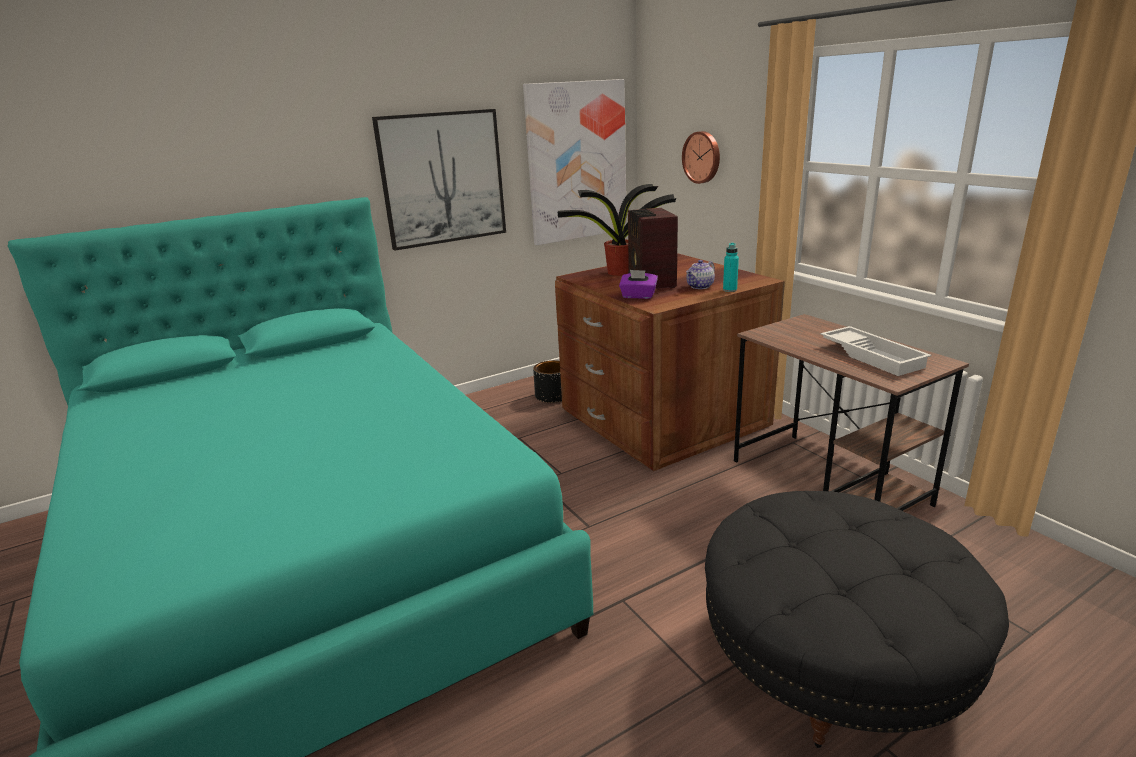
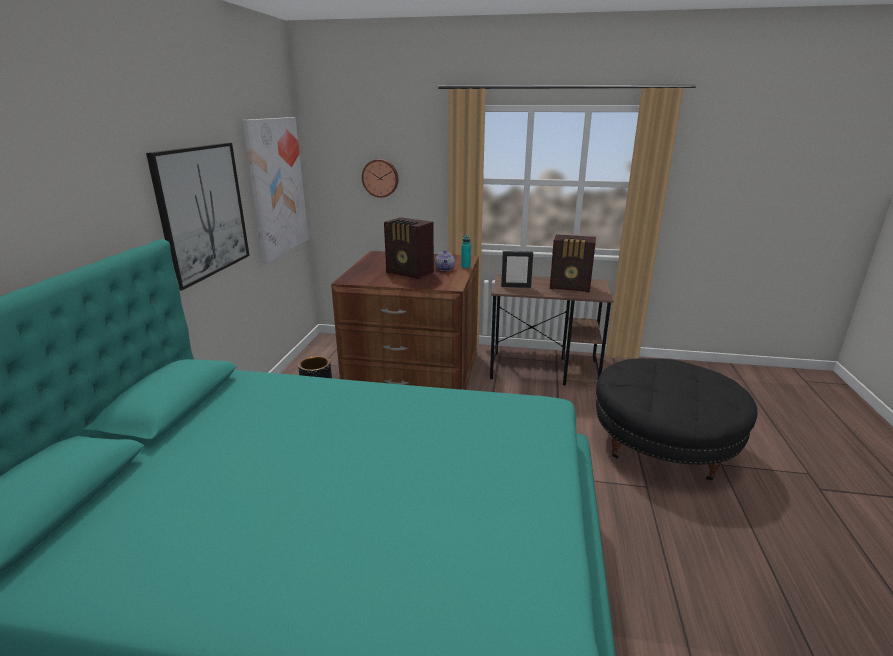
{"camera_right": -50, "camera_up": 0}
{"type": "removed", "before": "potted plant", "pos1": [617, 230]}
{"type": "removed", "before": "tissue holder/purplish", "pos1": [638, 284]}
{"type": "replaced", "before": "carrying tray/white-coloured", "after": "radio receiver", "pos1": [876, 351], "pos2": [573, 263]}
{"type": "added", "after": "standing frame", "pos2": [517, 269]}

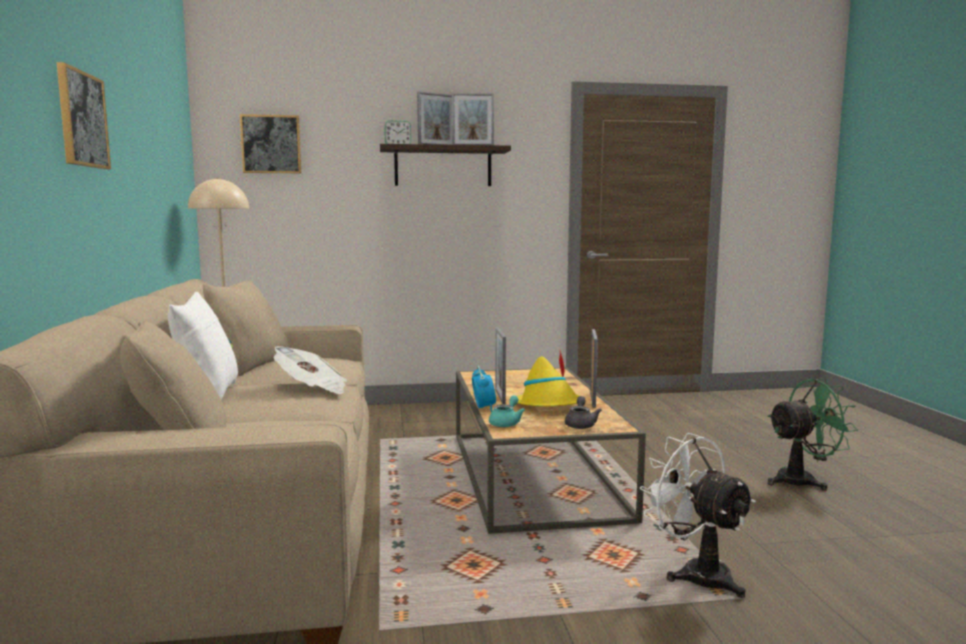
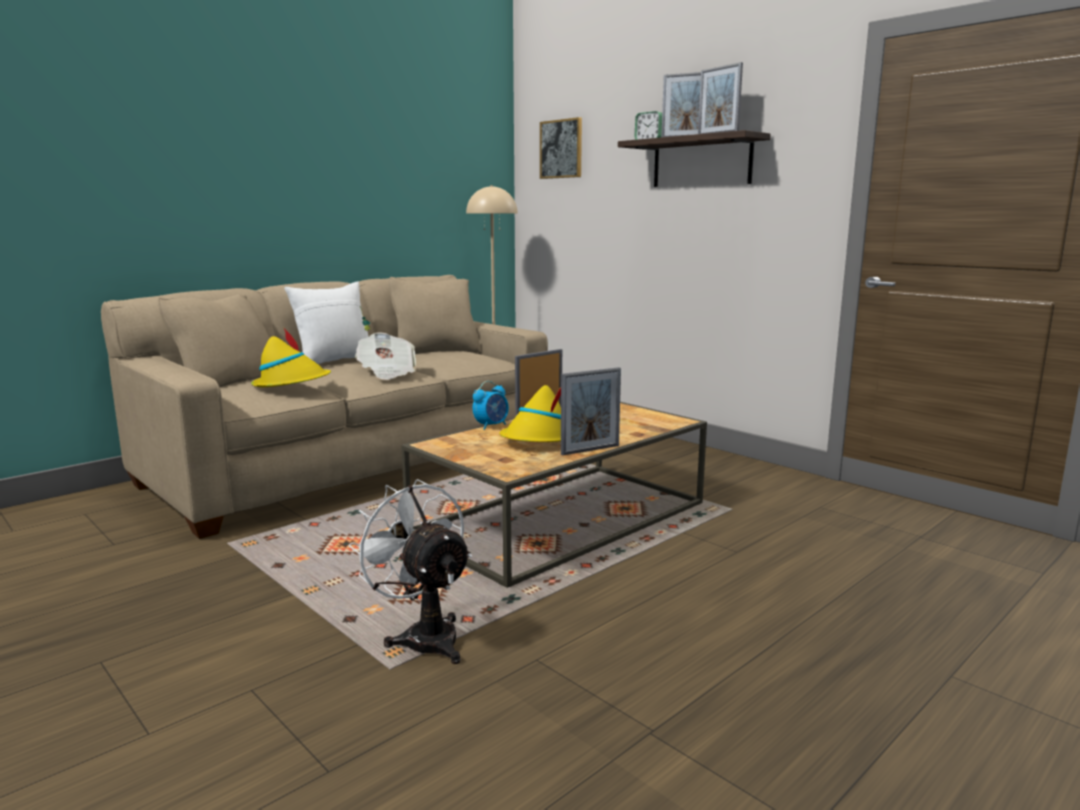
{"camera_right": 55, "camera_up": 5}
{"type": "removed", "before": "wall picture", "pos1": [84, 115]}
{"type": "removed", "before": "tea pot/turquoise", "pos1": [507, 411]}
{"type": "removed", "before": "tea pot/greyish", "pos1": [583, 412]}
{"type": "turned", "before": "cooling fan/white-coloured", "pos1": [698, 515], "pos2": [410, 571], "turn": -60}
{"type": "removed", "before": "cooling fan/green", "pos1": [813, 435]}
{"type": "added", "after": "clothing hat/yellow-coloured", "pos2": [291, 357]}

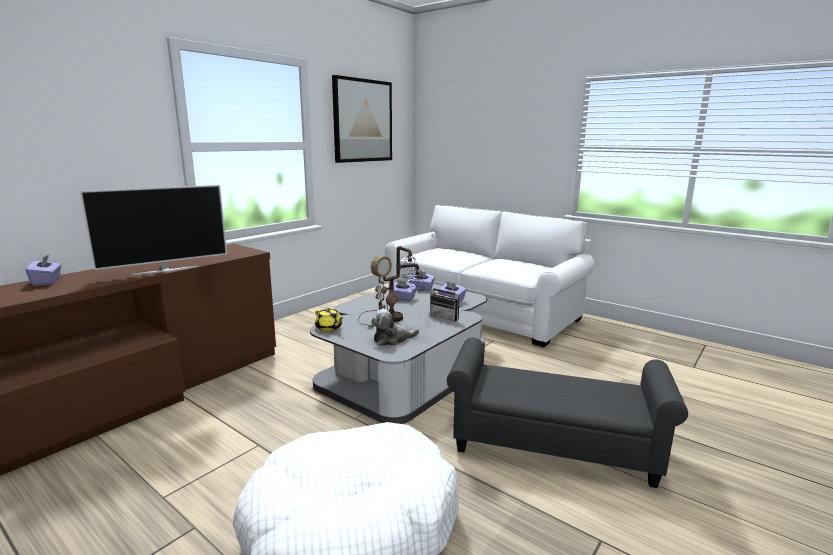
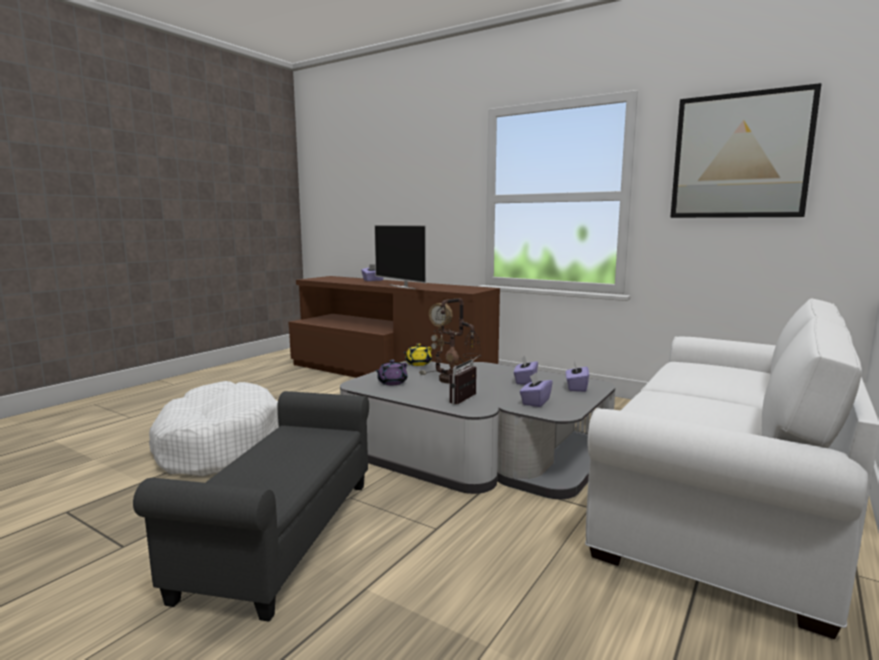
{"camera_right": 85, "camera_up": -5}
{"type": "replaced", "before": "soft toy", "after": "tea pot/purplish", "pos1": [395, 327], "pos2": [391, 372]}

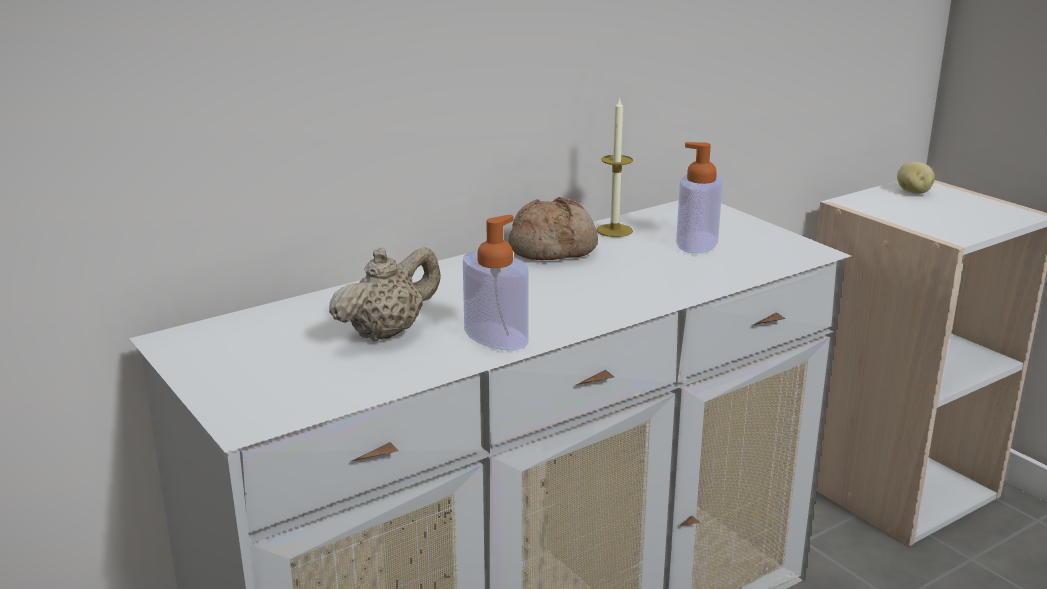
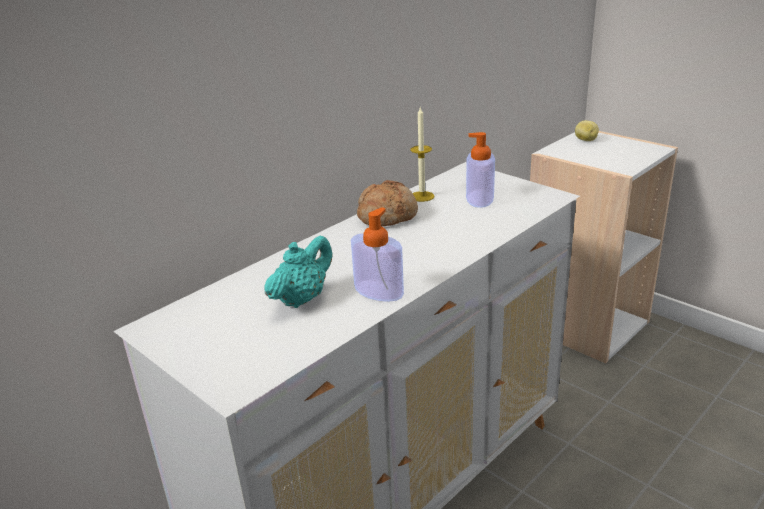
{"camera_right": -10, "camera_up": 5}
{"type": "recoloured", "before": "tea pot/beige-coloured", "after": "tea pot/turquoise", "pos1": [385, 294], "pos2": [298, 272]}

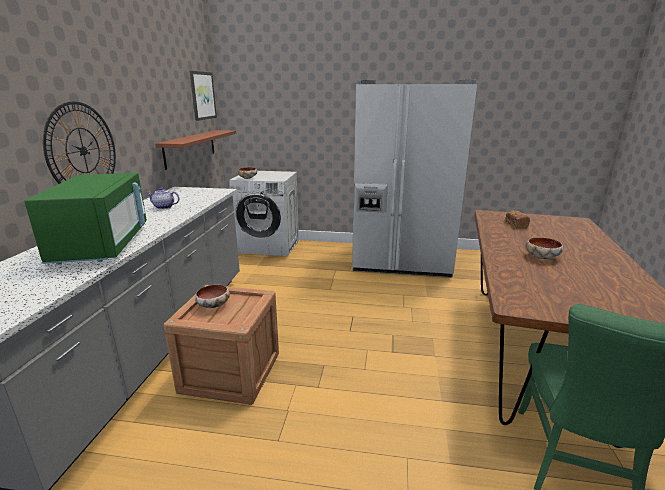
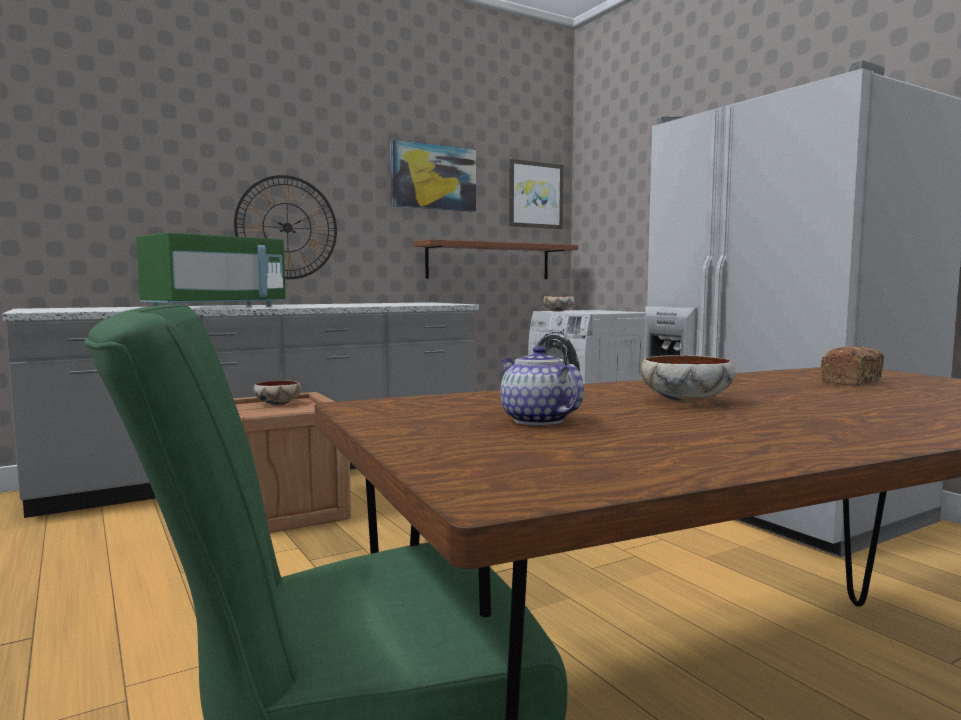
{"camera_right": 50, "camera_up": -15}
{"type": "moved", "before": "tea pot", "pos1": [162, 198], "pos2": [542, 386]}
{"type": "added", "after": "wall picture", "pos2": [433, 175]}

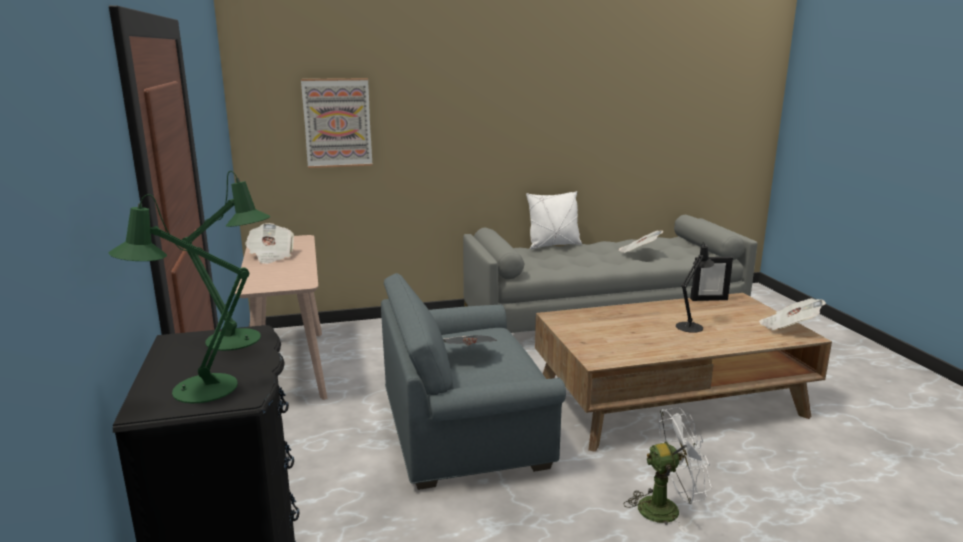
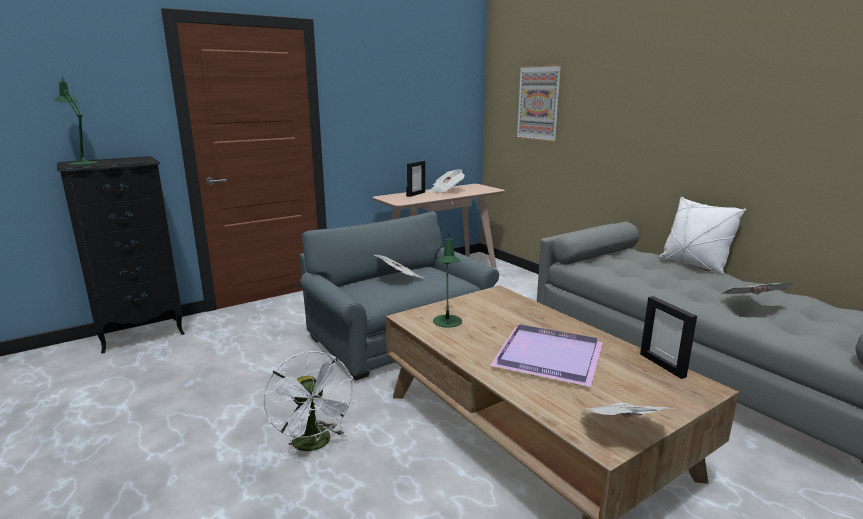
{"camera_right": 70, "camera_up": 0}
{"type": "moved", "before": "table lamp/green", "pos1": [226, 261], "pos2": [447, 282]}
{"type": "replaced", "before": "table lamp/blackish", "after": "carrying tray/purplish", "pos1": [695, 287], "pos2": [546, 355]}
{"type": "added", "after": "standing frame", "pos2": [415, 178]}

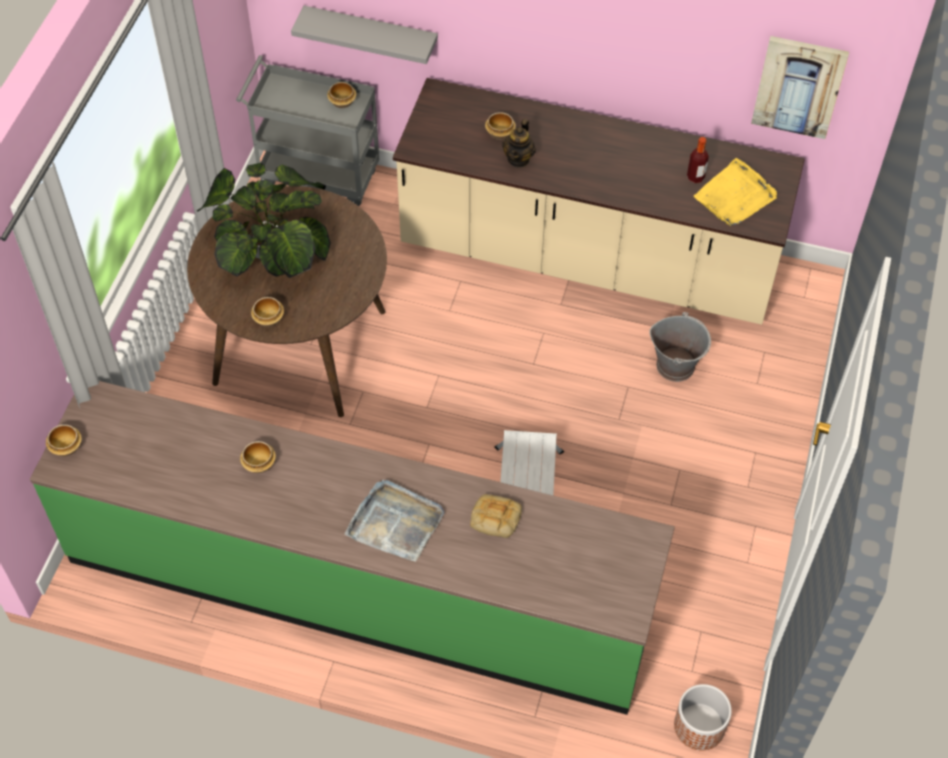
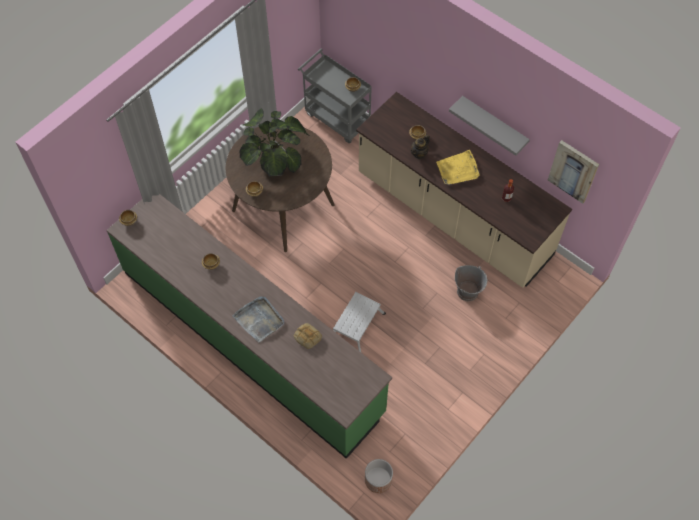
{"camera_right": 25, "camera_up": 5}
{"type": "moved", "before": "wall shelf/greyish", "pos1": [364, 35], "pos2": [489, 126]}
{"type": "moved", "before": "carrying tray/yellow-coloured", "pos1": [735, 192], "pos2": [458, 167]}

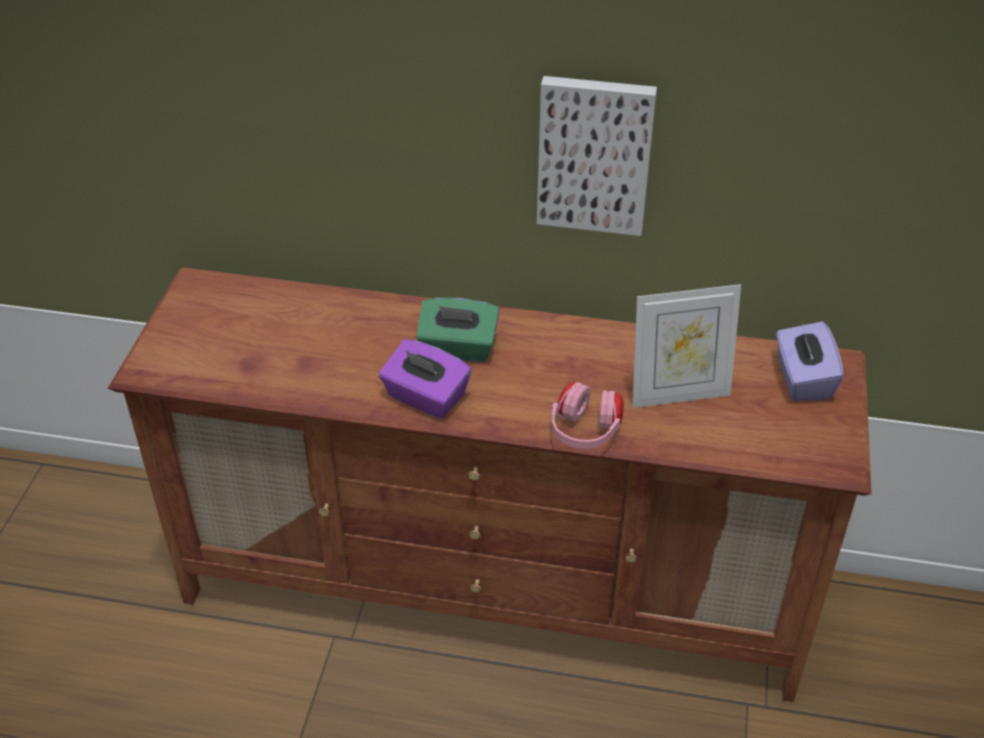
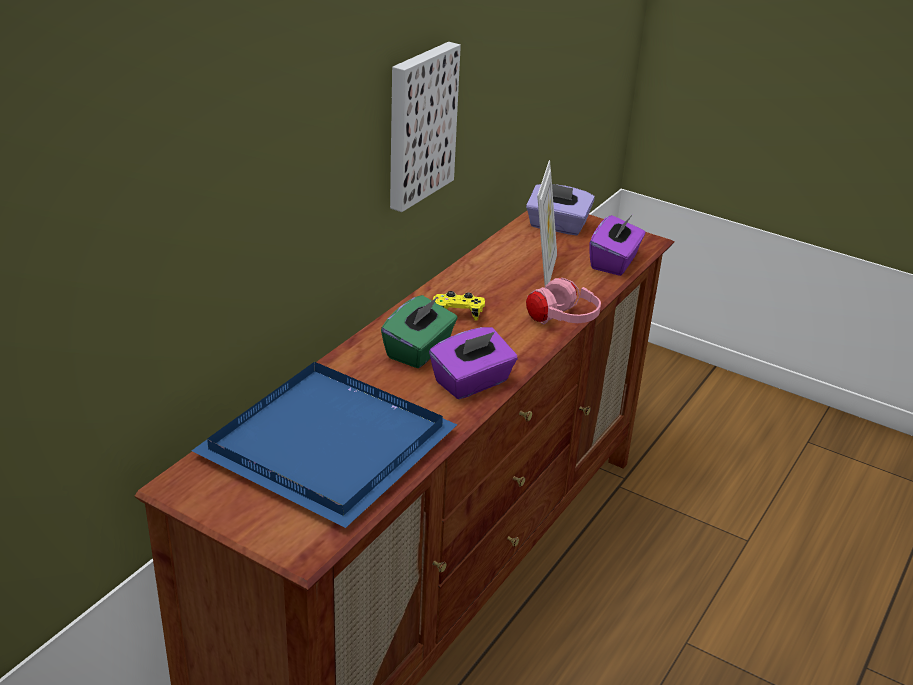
{"camera_right": -70, "camera_up": -10}
{"type": "added", "after": "carrying tray/blue", "pos2": [324, 445]}
{"type": "added", "after": "game controller/yellow-coloured", "pos2": [459, 305]}
{"type": "added", "after": "tissue holder/purplish", "pos2": [617, 245]}

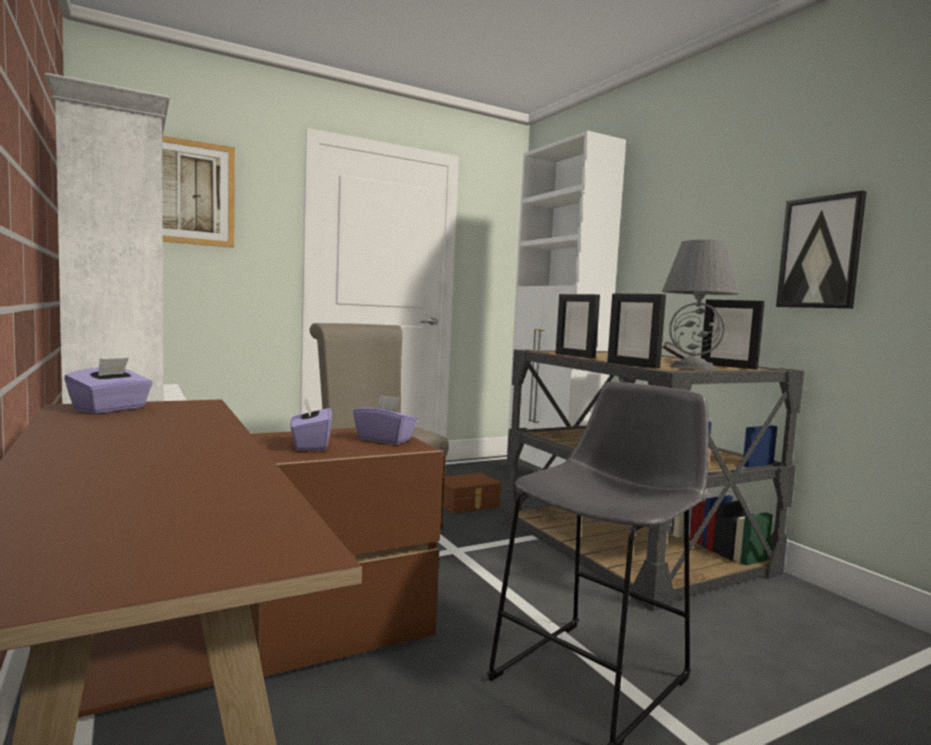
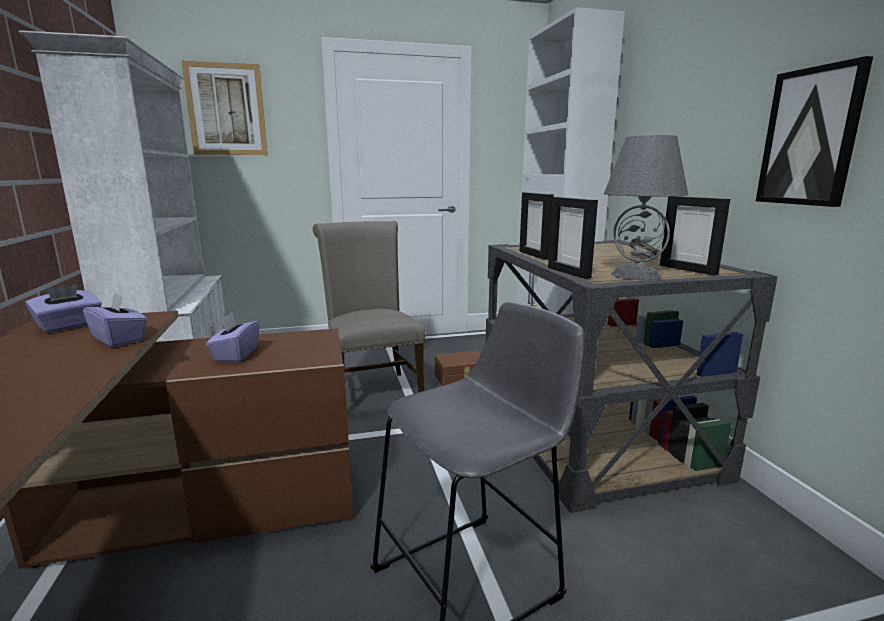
{"camera_right": 15, "camera_up": 10}
{"type": "moved", "before": "tissue holder/purplish", "pos1": [385, 419], "pos2": [115, 320]}

